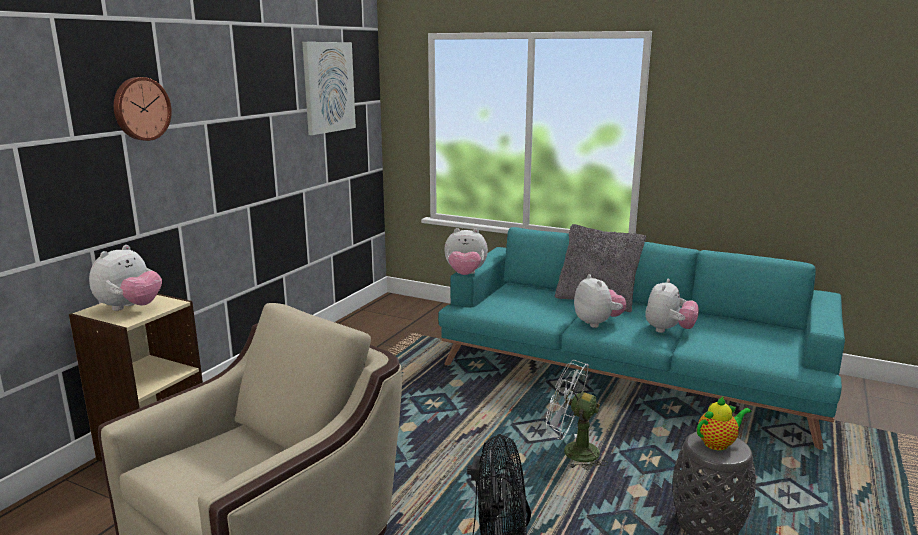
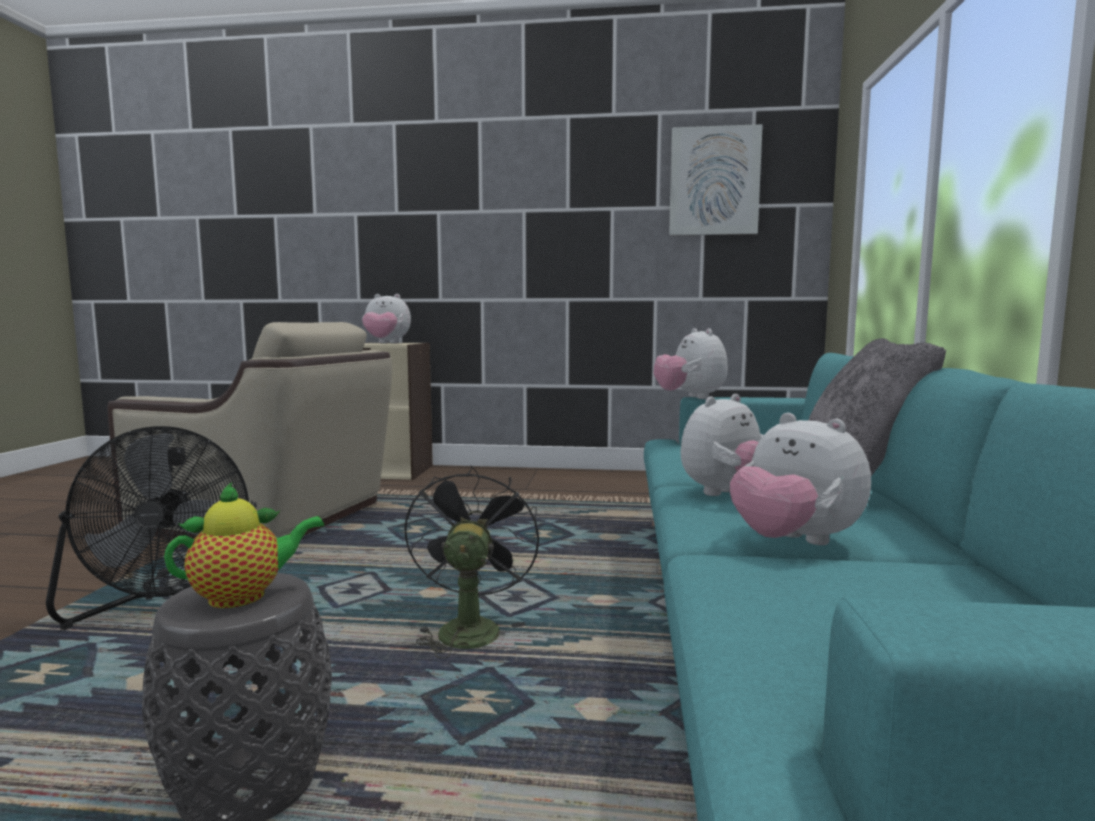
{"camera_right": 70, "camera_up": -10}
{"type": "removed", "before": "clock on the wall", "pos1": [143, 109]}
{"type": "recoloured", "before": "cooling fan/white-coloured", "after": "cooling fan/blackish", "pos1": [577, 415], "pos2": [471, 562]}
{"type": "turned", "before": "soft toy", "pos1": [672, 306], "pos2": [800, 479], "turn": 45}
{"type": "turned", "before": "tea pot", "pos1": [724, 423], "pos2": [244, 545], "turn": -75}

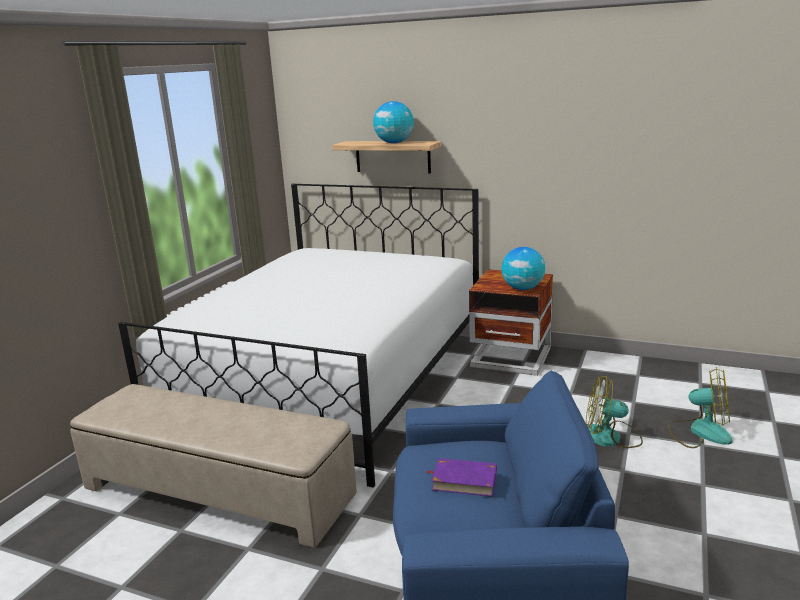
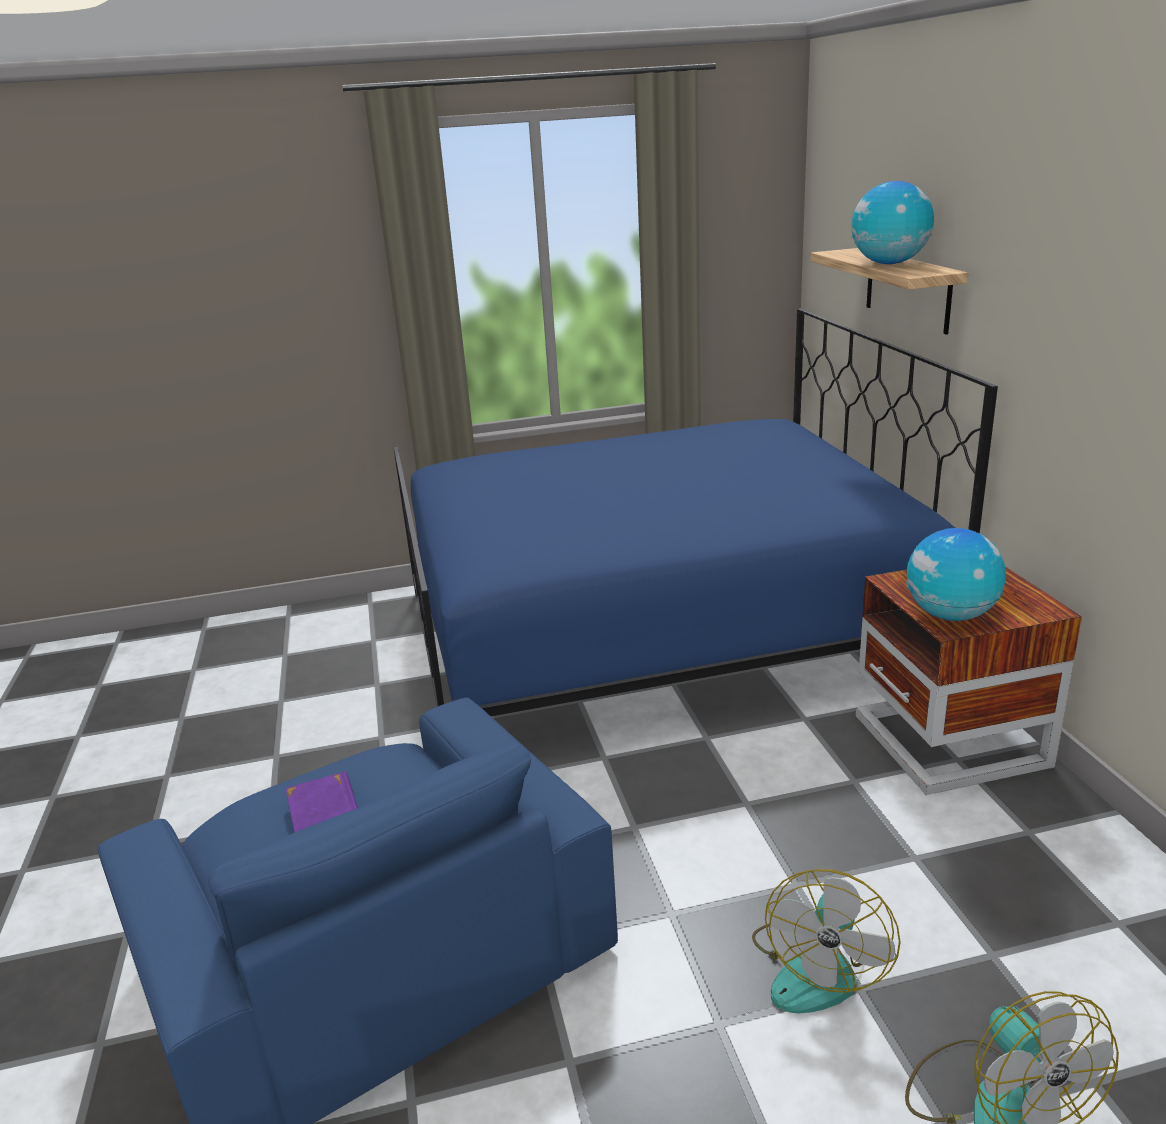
{"camera_right": 55, "camera_up": 5}
{"type": "removed", "before": "bench/beige-coloured", "pos1": [213, 466]}
{"type": "recoloured", "before": "bed/white-coloured", "after": "bed/blue", "pos1": [298, 336], "pos2": [696, 512]}
{"type": "turned", "before": "cooling fan", "pos1": [614, 412], "pos2": [826, 941], "turn": -135}

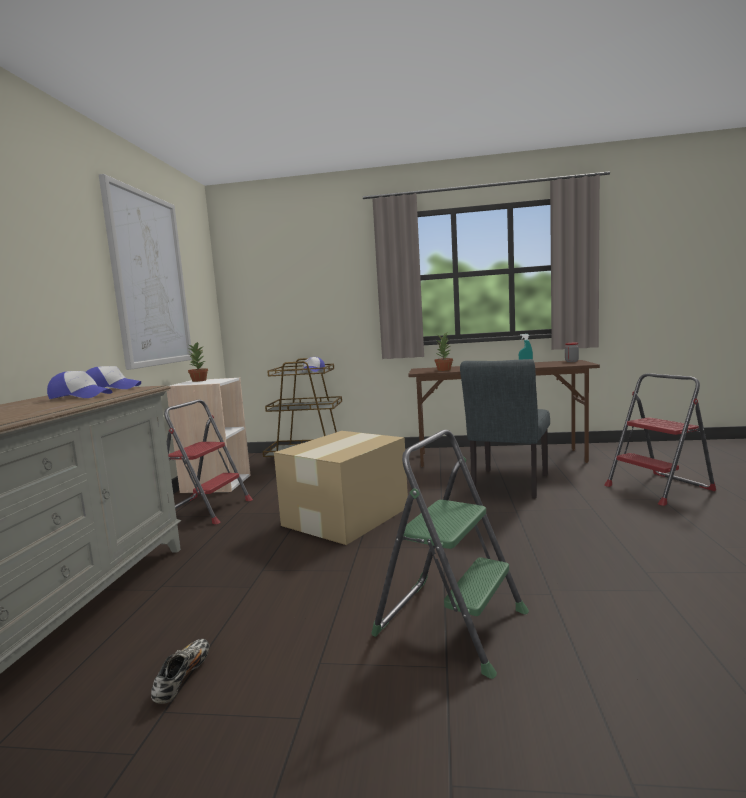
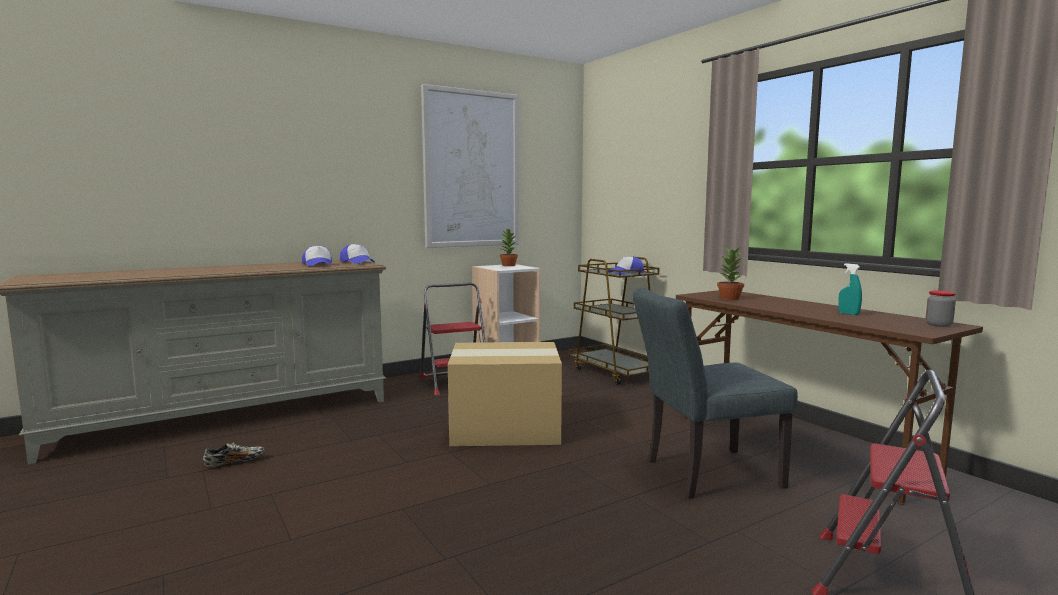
{"camera_right": 50, "camera_up": 0}
{"type": "removed", "before": "stepladder/green", "pos1": [450, 554]}

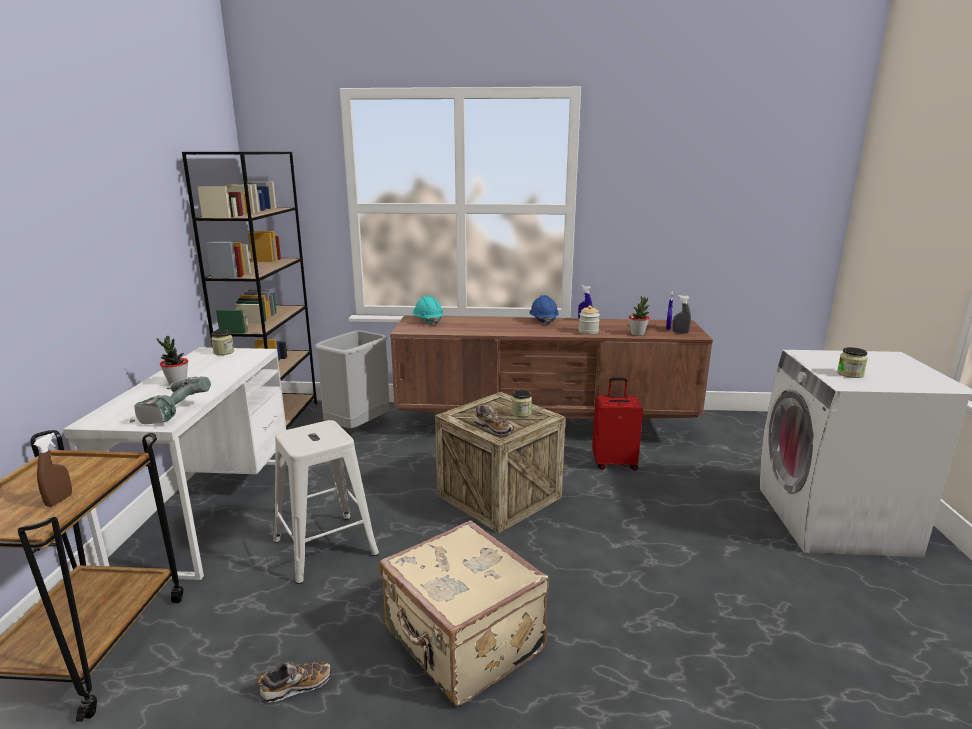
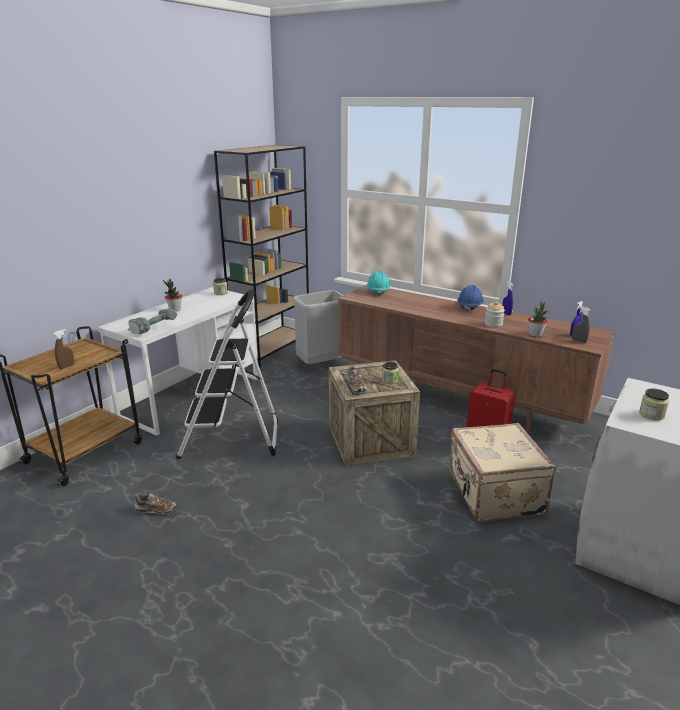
{"camera_right": 30, "camera_up": 5}
{"type": "replaced", "before": "stool seat/white-coloured", "after": "stepladder", "pos1": [326, 502], "pos2": [227, 374]}
{"type": "moved", "before": "travel case/beige-coloured", "pos1": [464, 613], "pos2": [502, 472]}

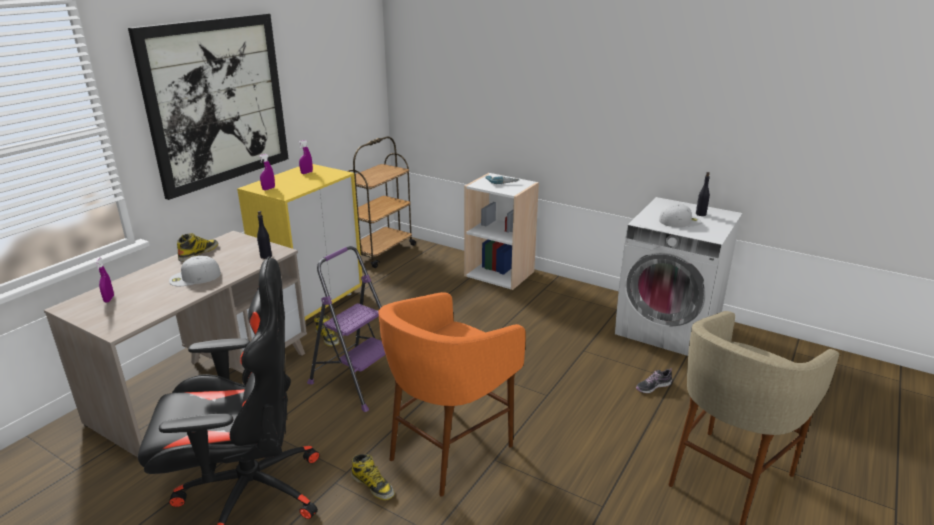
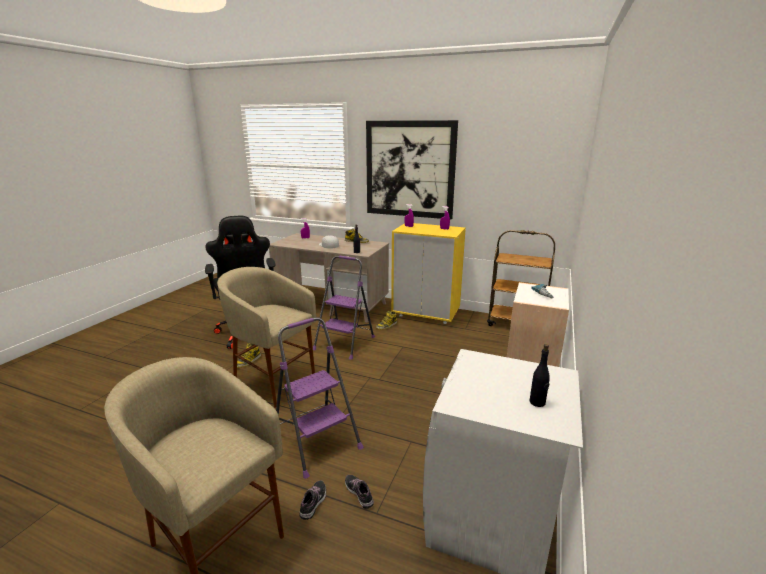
{"camera_right": 80, "camera_up": -5}
{"type": "recoloured", "before": "stool seat/orangey", "after": "stool seat/beige-coloured", "pos1": [452, 394], "pos2": [266, 337]}
{"type": "removed", "before": "peaked cap/white-coloured", "pos1": [680, 215]}
{"type": "added", "after": "stepladder/purplish", "pos2": [320, 398]}
{"type": "added", "after": "item of footwear", "pos2": [312, 500]}

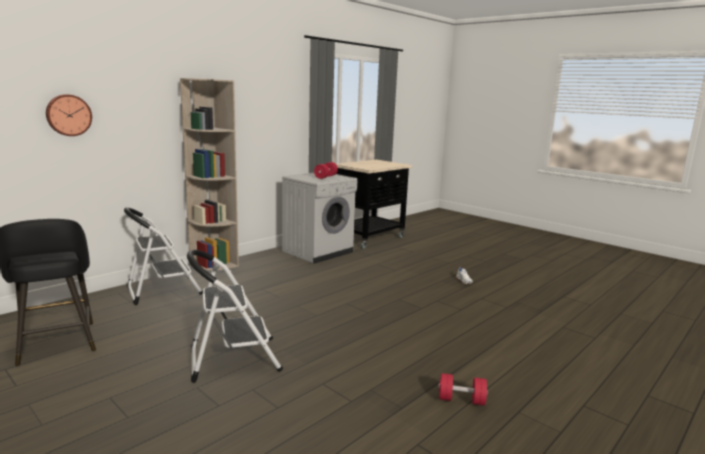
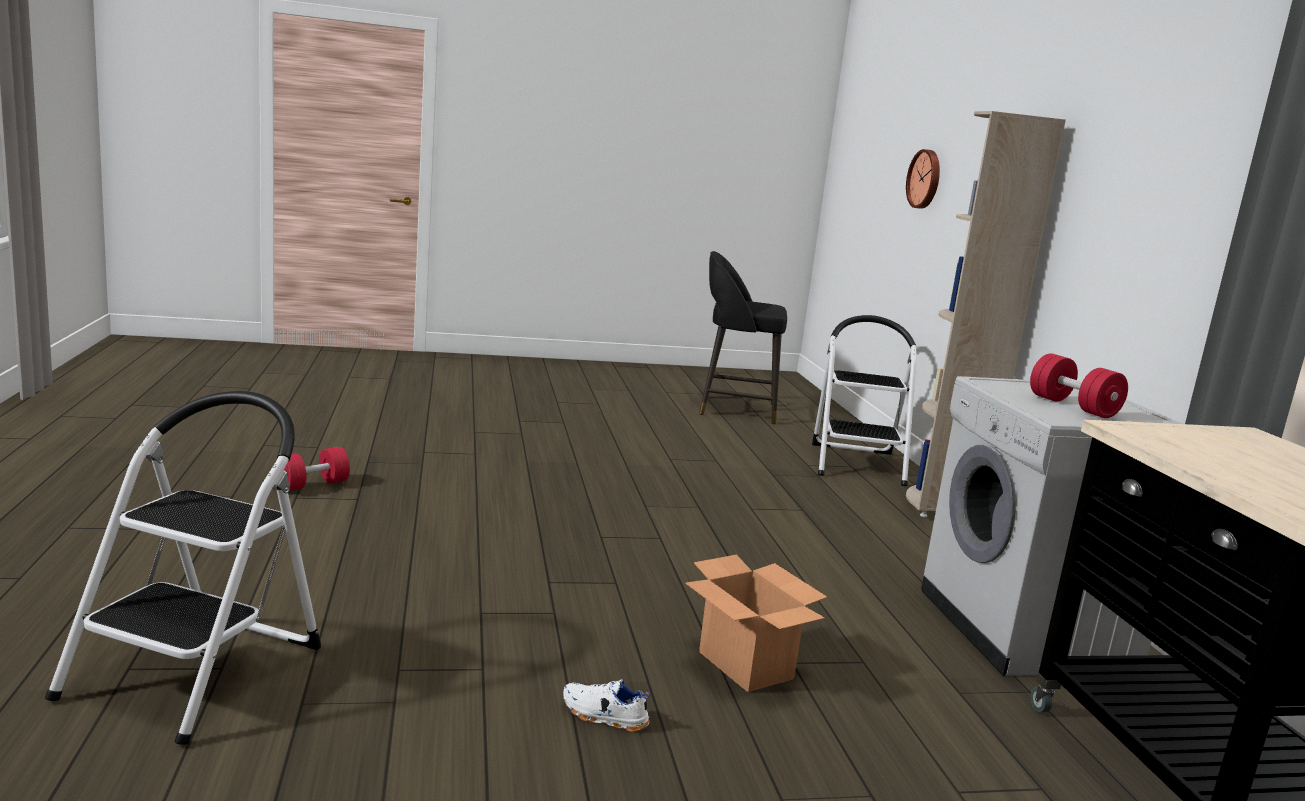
{"camera_right": 125, "camera_up": 0}
{"type": "moved", "before": "stepladder", "pos1": [235, 316], "pos2": [183, 568]}
{"type": "added", "after": "cardboard box", "pos2": [756, 623]}

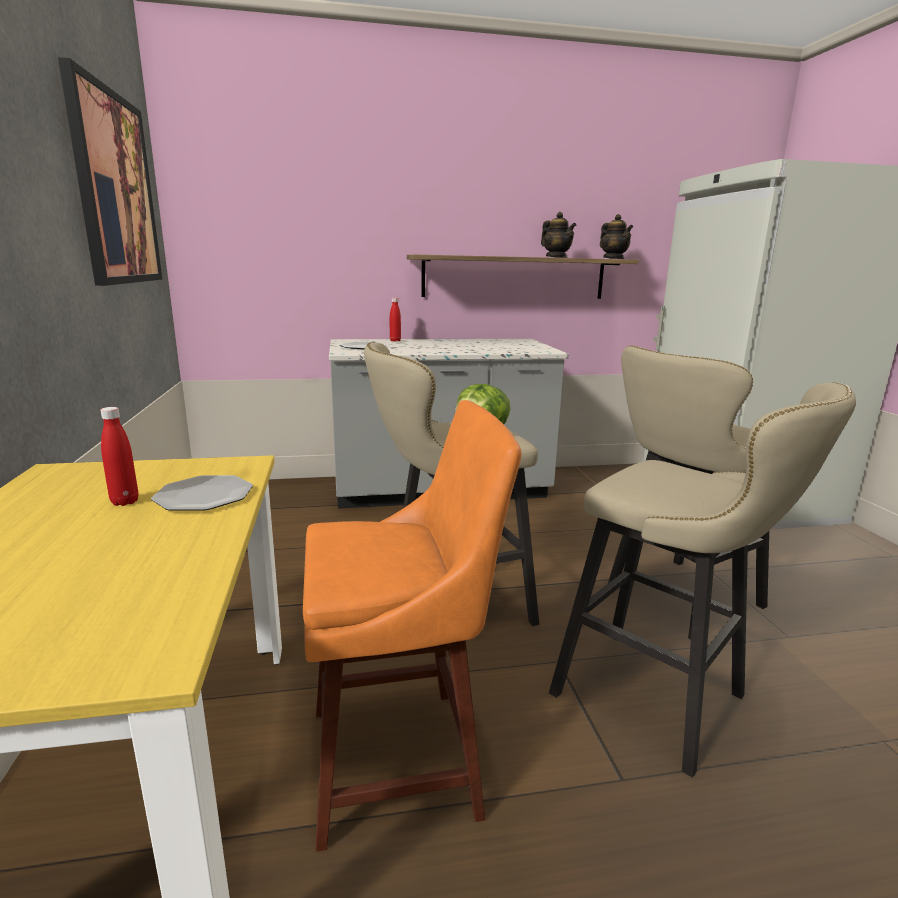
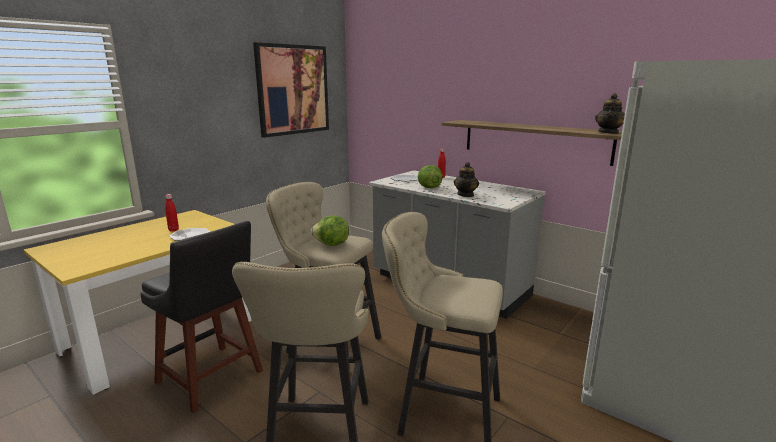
{"camera_right": 50, "camera_up": 0}
{"type": "recoloured", "before": "chair/orangey", "after": "chair/blackish", "pos1": [412, 626], "pos2": [202, 317]}
{"type": "moved", "before": "tea pot", "pos1": [558, 235], "pos2": [466, 179]}
{"type": "added", "after": "lettuce head", "pos2": [430, 176]}

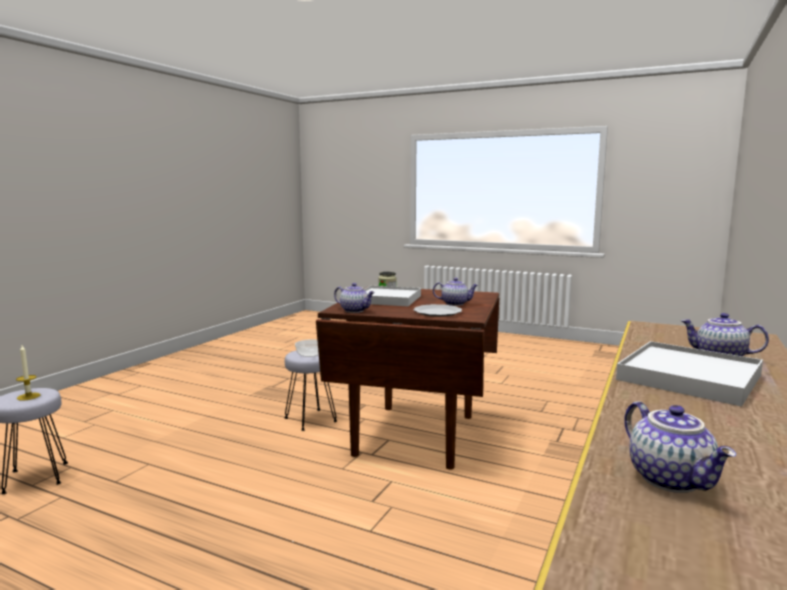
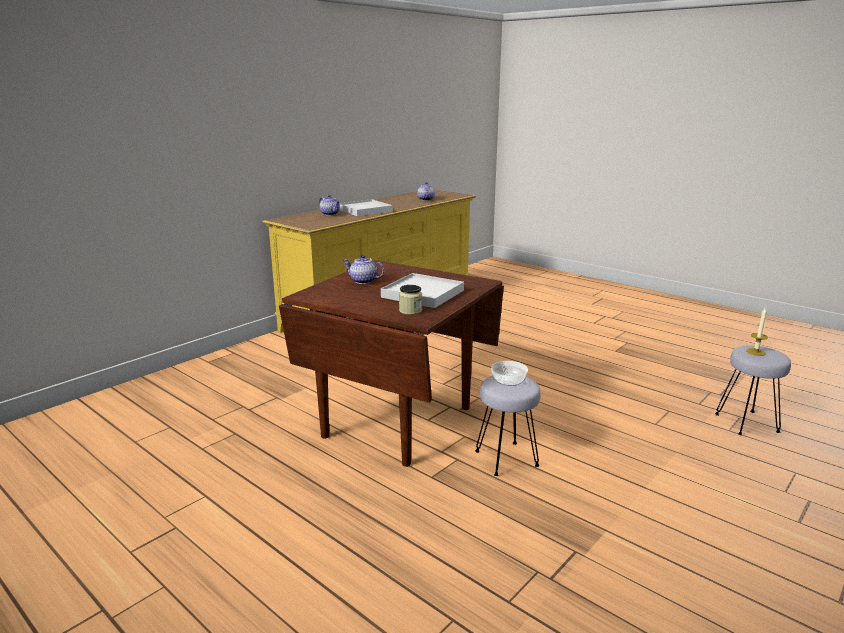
{"camera_right": -165, "camera_up": 10}
{"type": "removed", "before": "tea pot", "pos1": [354, 298]}
{"type": "removed", "before": "dinner plate", "pos1": [437, 310]}

